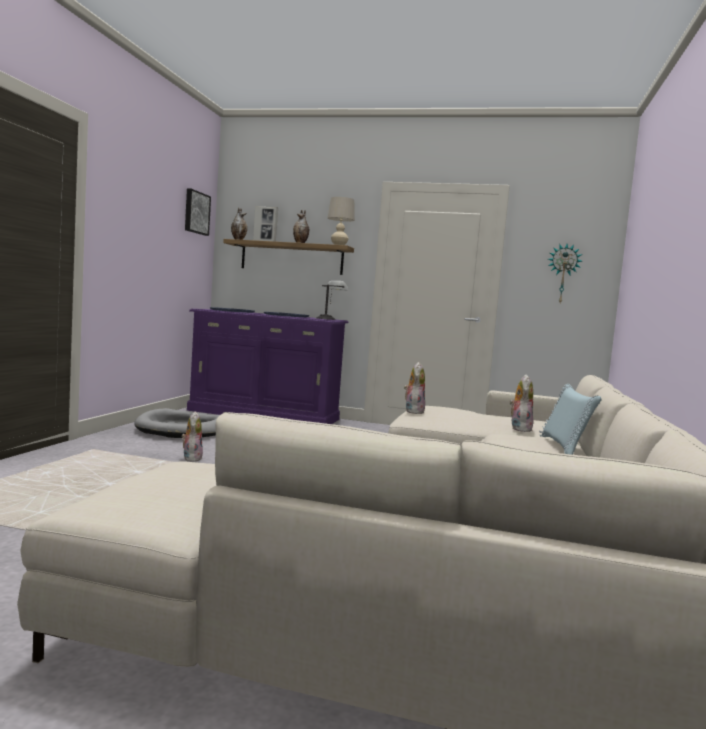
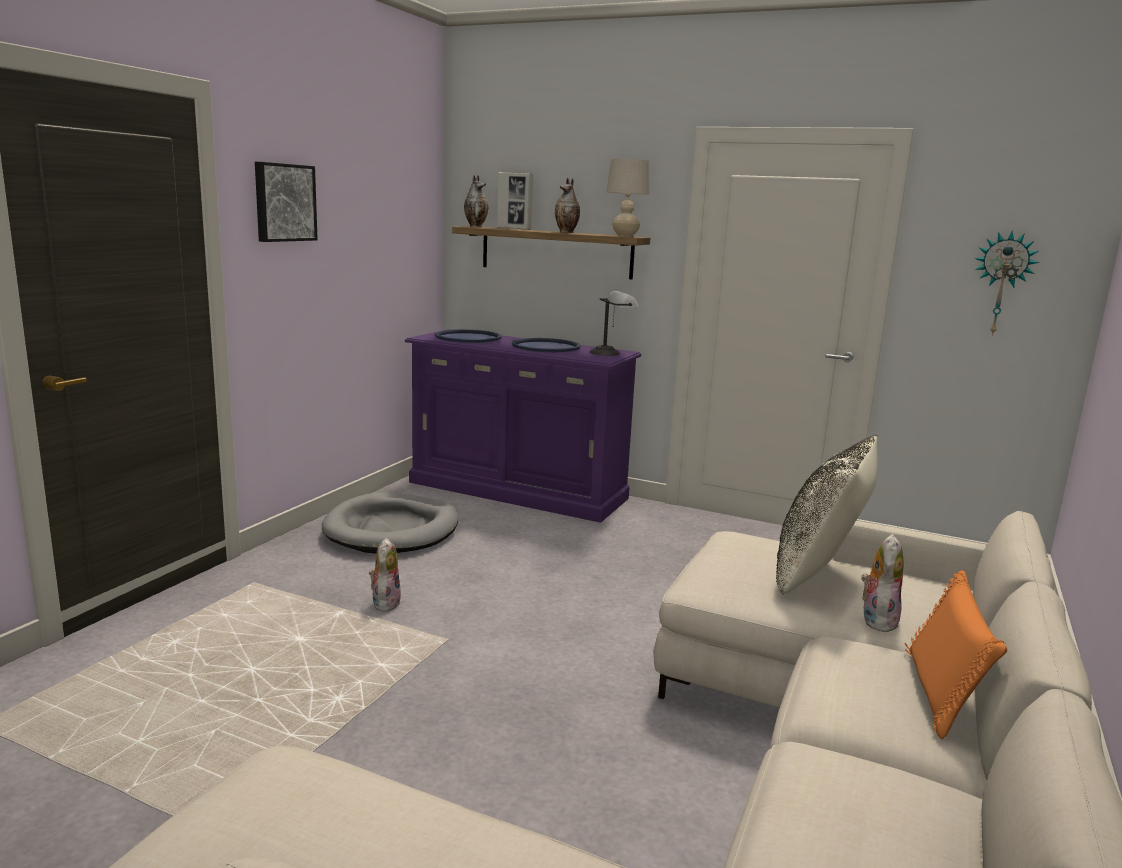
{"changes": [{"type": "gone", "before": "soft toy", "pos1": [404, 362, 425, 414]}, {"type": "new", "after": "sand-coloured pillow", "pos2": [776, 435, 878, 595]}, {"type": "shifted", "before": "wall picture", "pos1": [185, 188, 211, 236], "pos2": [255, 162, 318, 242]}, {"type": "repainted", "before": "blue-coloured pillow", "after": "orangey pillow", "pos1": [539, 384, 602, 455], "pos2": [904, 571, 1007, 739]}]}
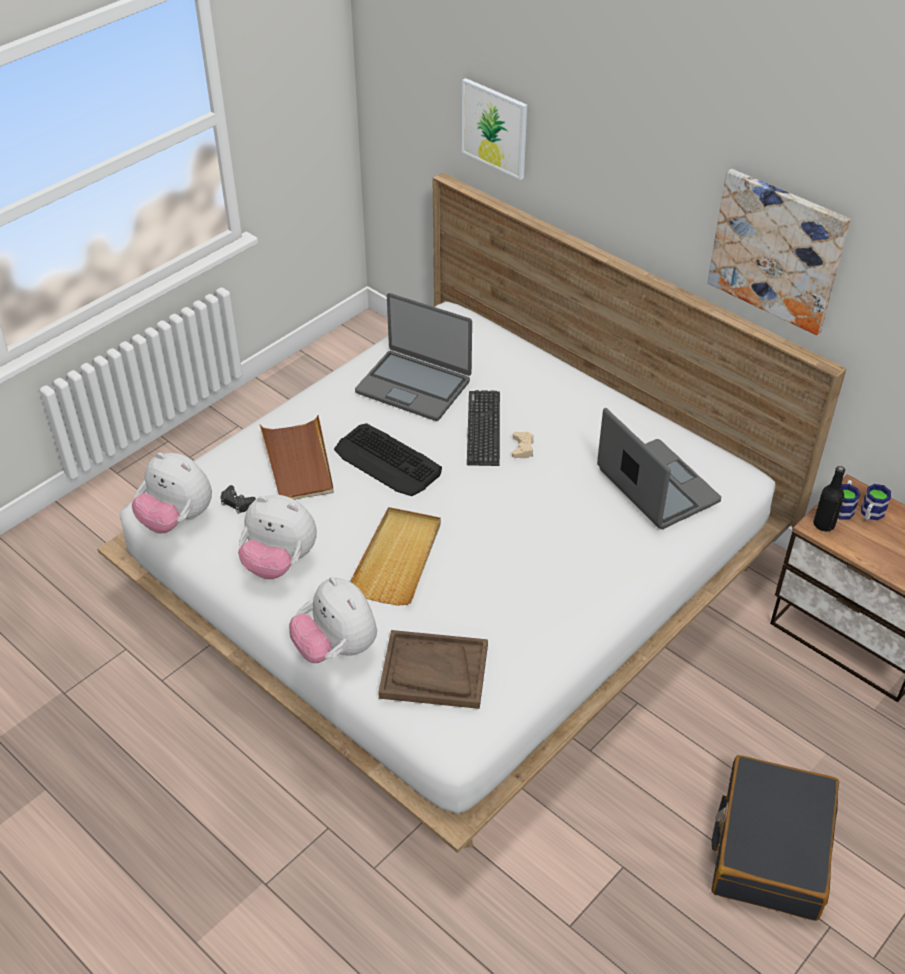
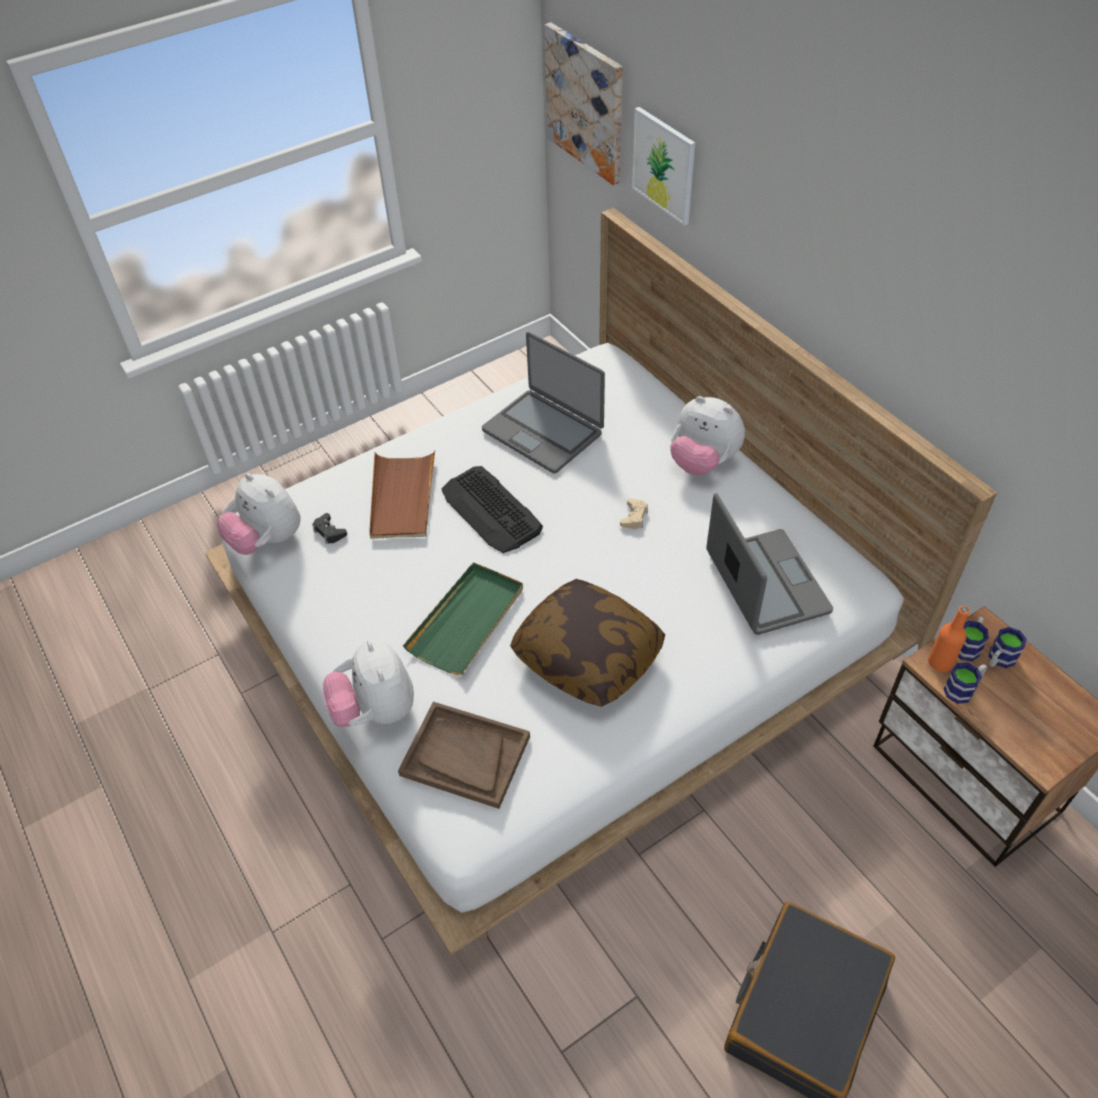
{"changes": [{"type": "gone", "before": "PC keyboard", "pos1": [467, 390, 500, 466]}, {"type": "new", "after": "pillow", "pos2": [510, 579, 665, 707]}, {"type": "new", "after": "tea mug", "pos2": [943, 662, 987, 704]}, {"type": "shifted", "before": "soft toy", "pos1": [238, 495, 317, 579], "pos2": [670, 396, 745, 475]}, {"type": "shifted", "before": "wall picture", "pos1": [707, 169, 850, 335], "pos2": [544, 22, 623, 185]}, {"type": "repainted", "before": "sand-coloured carrying tray", "after": "green-coloured carrying tray", "pos1": [350, 507, 441, 606], "pos2": [403, 562, 523, 675]}, {"type": "repainted", "before": "blackish beverage bottle", "after": "orangey beverage bottle", "pos1": [813, 466, 845, 531], "pos2": [928, 606, 970, 672]}]}
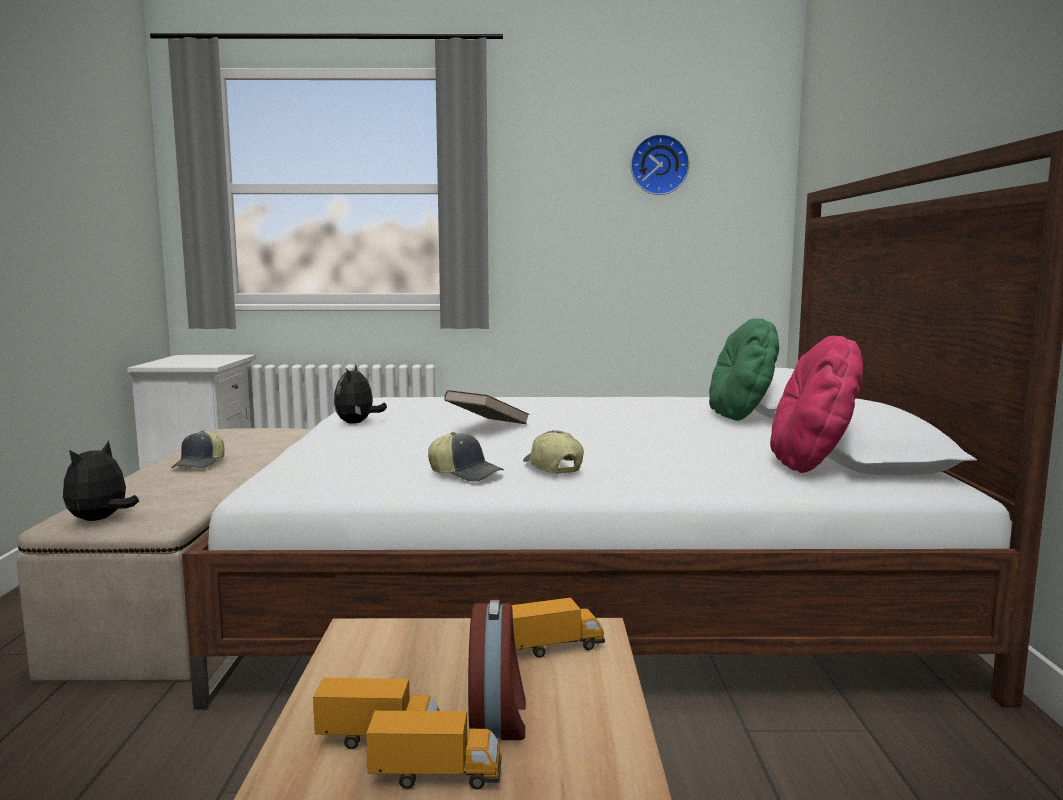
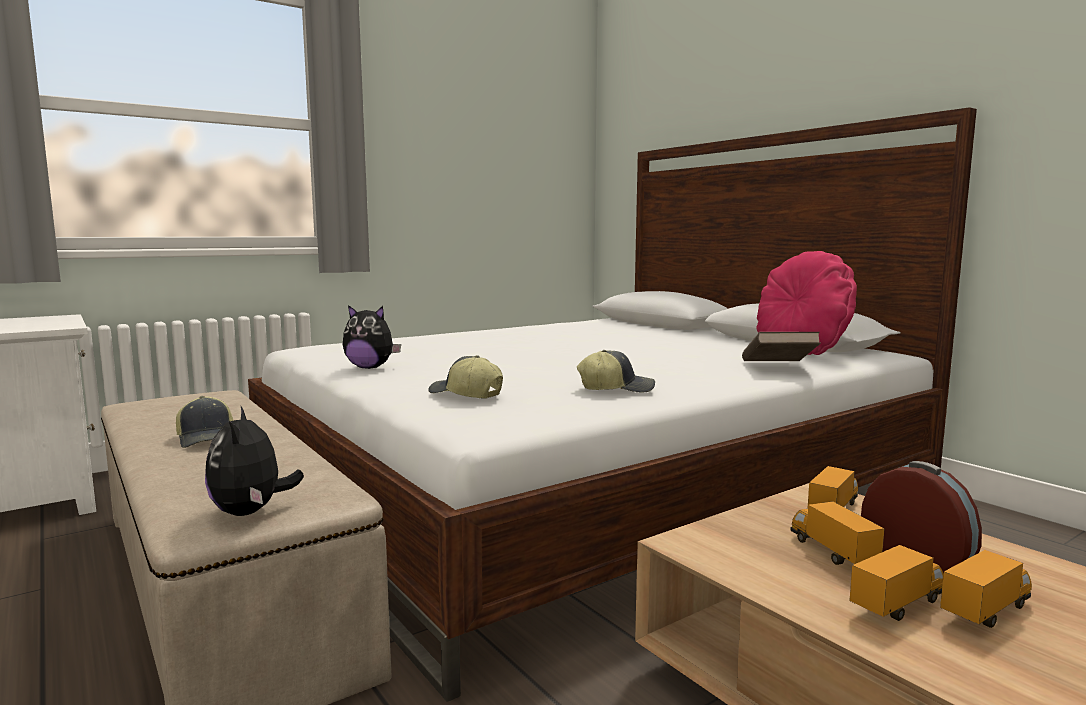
{"changes": [{"type": "gone", "before": "clock on the wall", "pos1": [631, 134, 690, 195]}, {"type": "gone", "before": "green-coloured pillow", "pos1": [709, 318, 779, 421]}, {"type": "new", "after": "toy lorry", "pos2": [791, 501, 885, 565]}, {"type": "shifted", "before": "brownish book", "pos1": [444, 390, 530, 424], "pos2": [742, 332, 821, 361]}, {"type": "shifted", "before": "cap", "pos1": [523, 430, 584, 474], "pos2": [428, 355, 503, 399]}, {"type": "rotated", "before": "soft toy", "pos1": [334, 364, 387, 423], "pos2": [343, 305, 401, 369], "turn": -45}]}
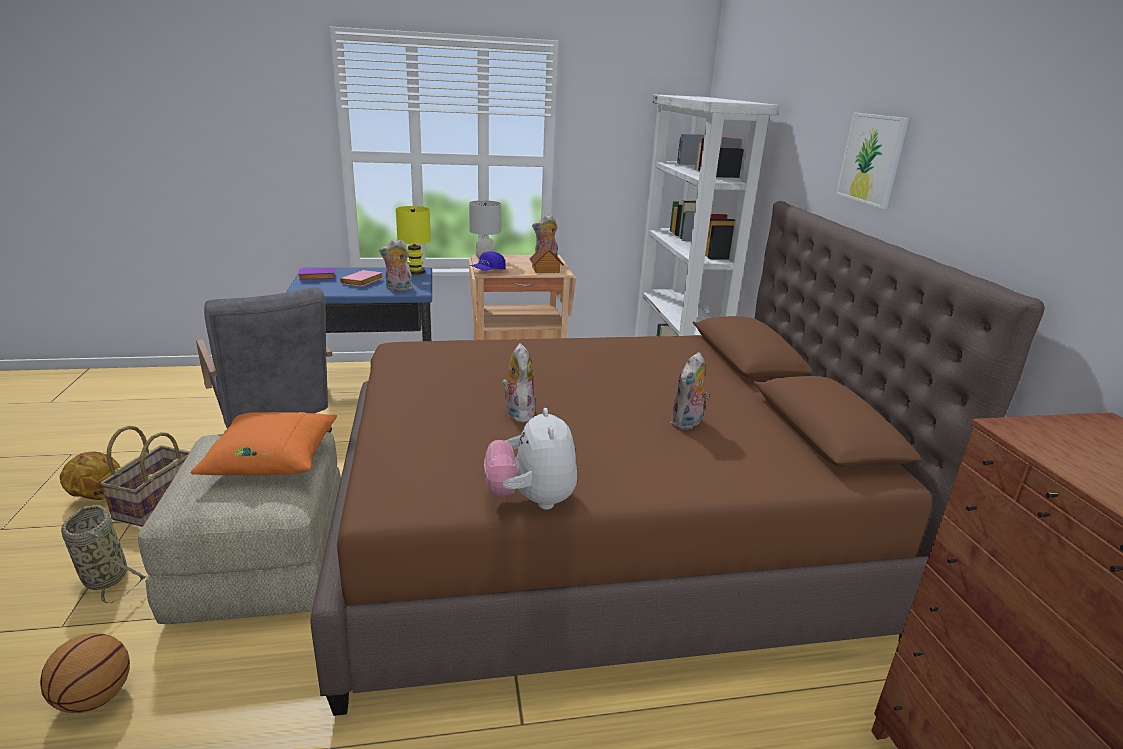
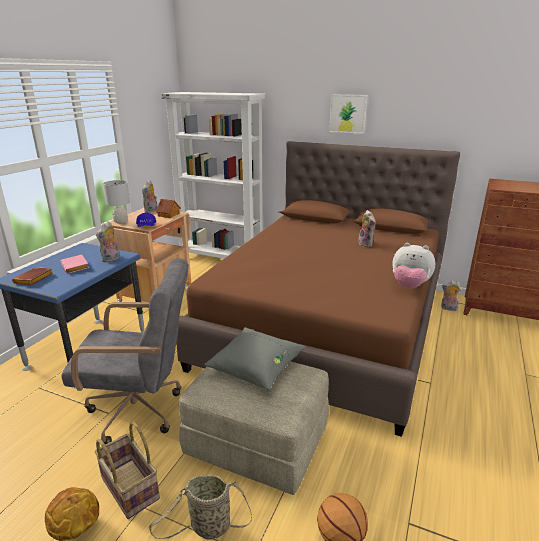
{"changes": [{"type": "gone", "before": "yellow-coloured lamp for a table", "pos1": [396, 206, 431, 275]}, {"type": "shifted", "before": "soft toy", "pos1": [502, 343, 535, 422], "pos2": [441, 281, 461, 311]}, {"type": "repainted", "before": "orangey pillow", "after": "gray pillow", "pos1": [191, 412, 337, 475], "pos2": [204, 327, 305, 391]}, {"type": "repainted", "before": "purple book", "after": "brownish book", "pos1": [298, 268, 335, 280], "pos2": [12, 267, 53, 285]}]}
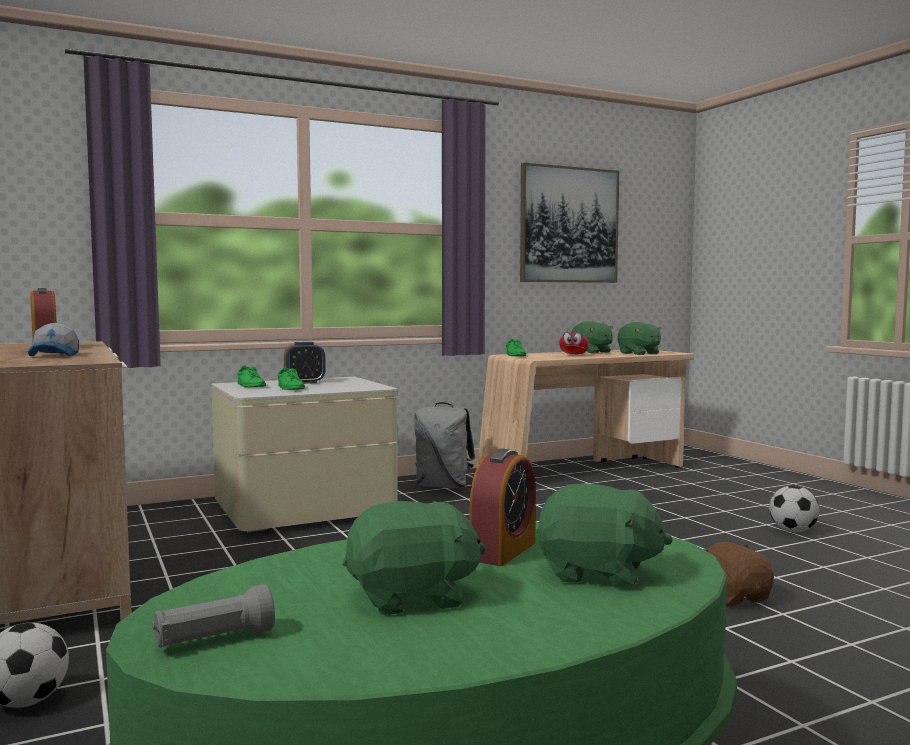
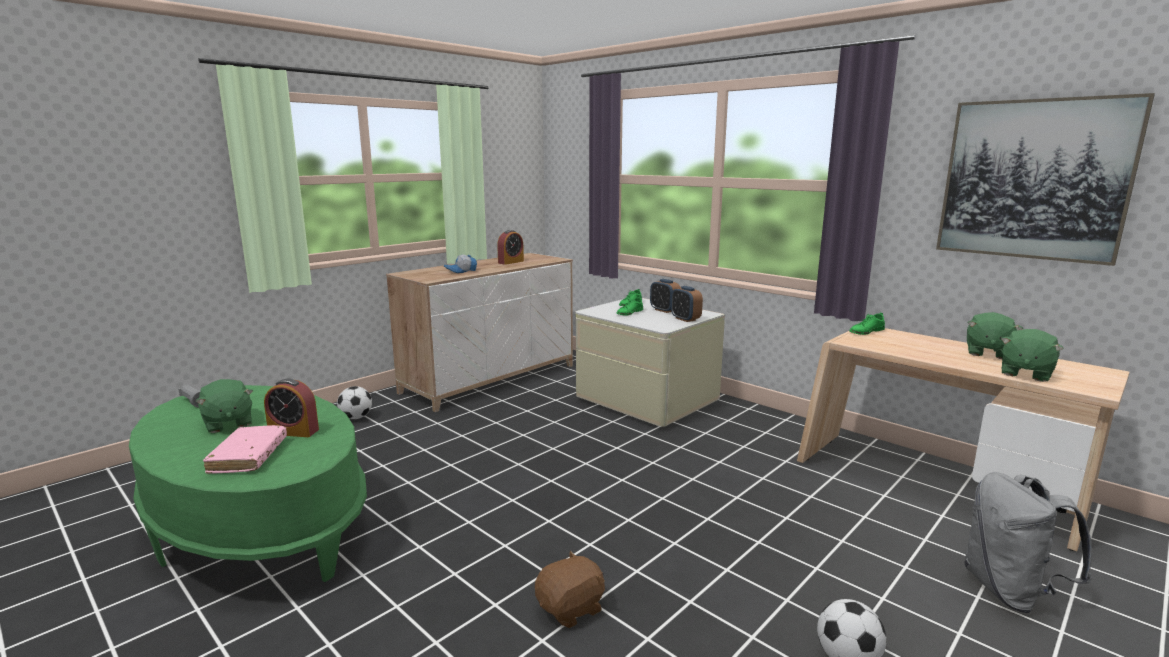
{"changes": [{"type": "gone", "before": "red cap", "pos1": [559, 331, 588, 354]}, {"type": "new", "after": "table clock", "pos2": [671, 286, 703, 322]}, {"type": "shifted", "before": "gray rucksack", "pos1": [414, 402, 475, 488], "pos2": [964, 472, 1092, 613]}, {"type": "swapped", "before": "green-coloured soft toy", "after": "pink-coloured book", "pos1": [536, 484, 673, 588], "pos2": [203, 425, 287, 474]}]}
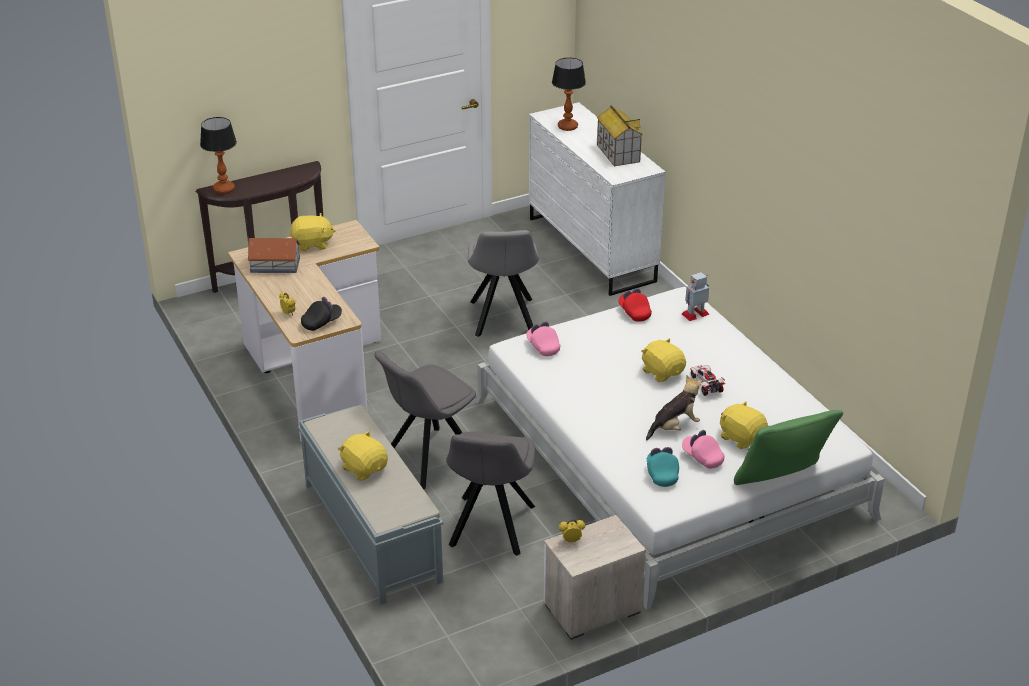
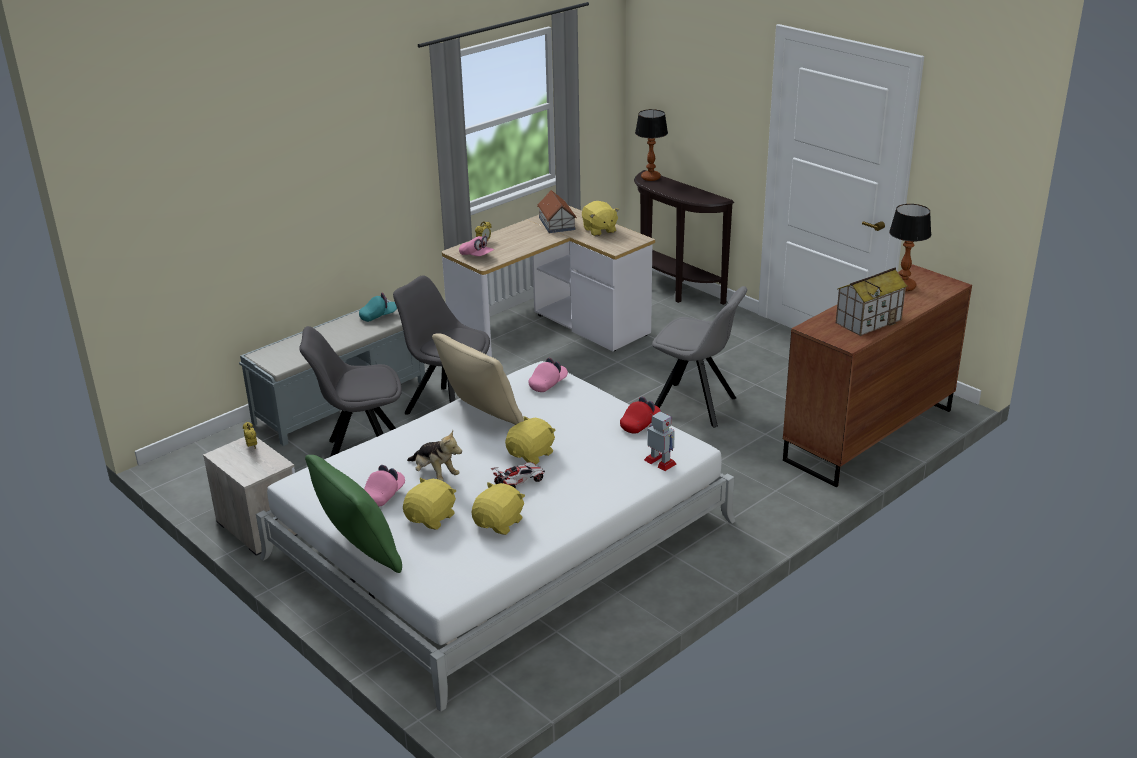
{"changes": [{"type": "new", "after": "sand-coloured pillow", "pos2": [432, 333, 523, 425]}, {"type": "shifted", "before": "yellow-coloured soft toy", "pos1": [338, 431, 388, 481], "pos2": [472, 482, 525, 535]}, {"type": "shifted", "before": "turquoise-coloured cap", "pos1": [647, 447, 679, 487], "pos2": [359, 292, 397, 322]}, {"type": "repainted", "before": "blackish cap", "after": "pink-coloured cap", "pos1": [301, 297, 342, 331], "pos2": [459, 236, 494, 256]}, {"type": "repainted", "before": "white dresser", "after": "brownish dresser", "pos1": [529, 102, 666, 296], "pos2": [783, 264, 972, 487]}, {"type": "rotated", "before": "gray plain chair", "pos1": [467, 230, 539, 337], "pos2": [652, 286, 747, 428], "turn": -135}]}
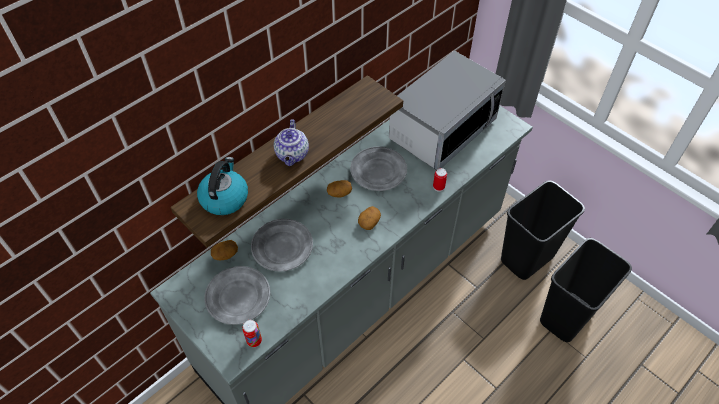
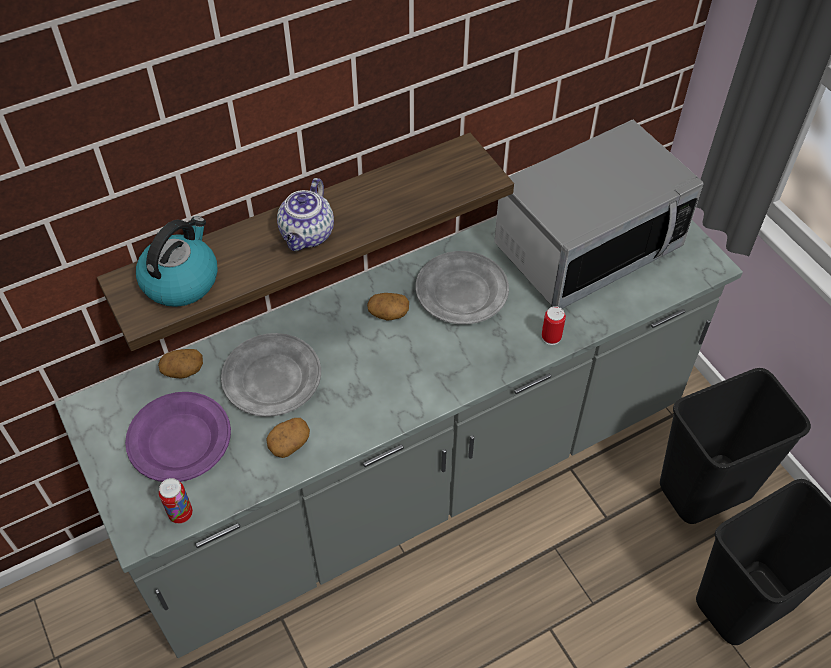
{"changes": [{"type": "shifted", "before": "whole potato", "pos1": [358, 206, 381, 230], "pos2": [267, 418, 310, 458]}, {"type": "repainted", "before": "gray plate", "after": "purple plate", "pos1": [205, 266, 270, 325], "pos2": [125, 392, 231, 482]}]}
